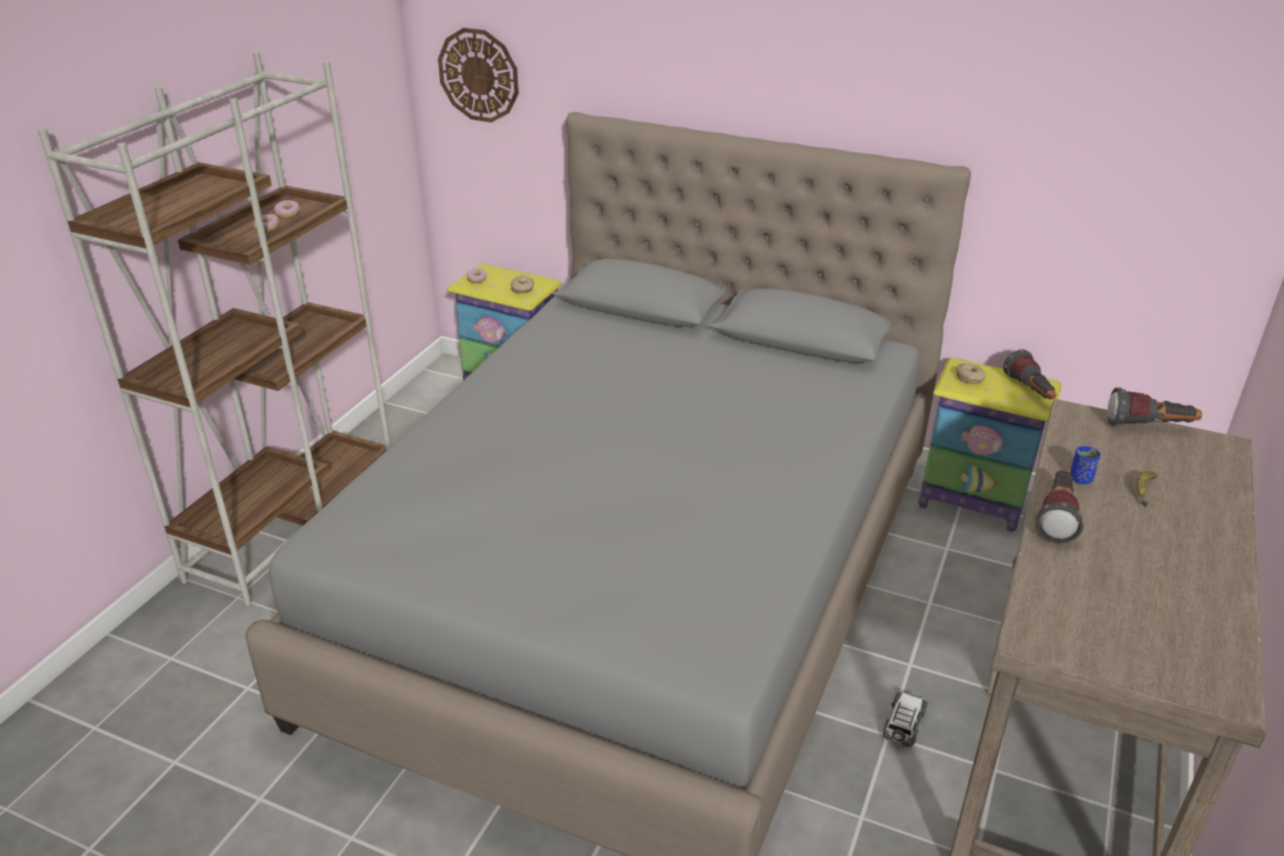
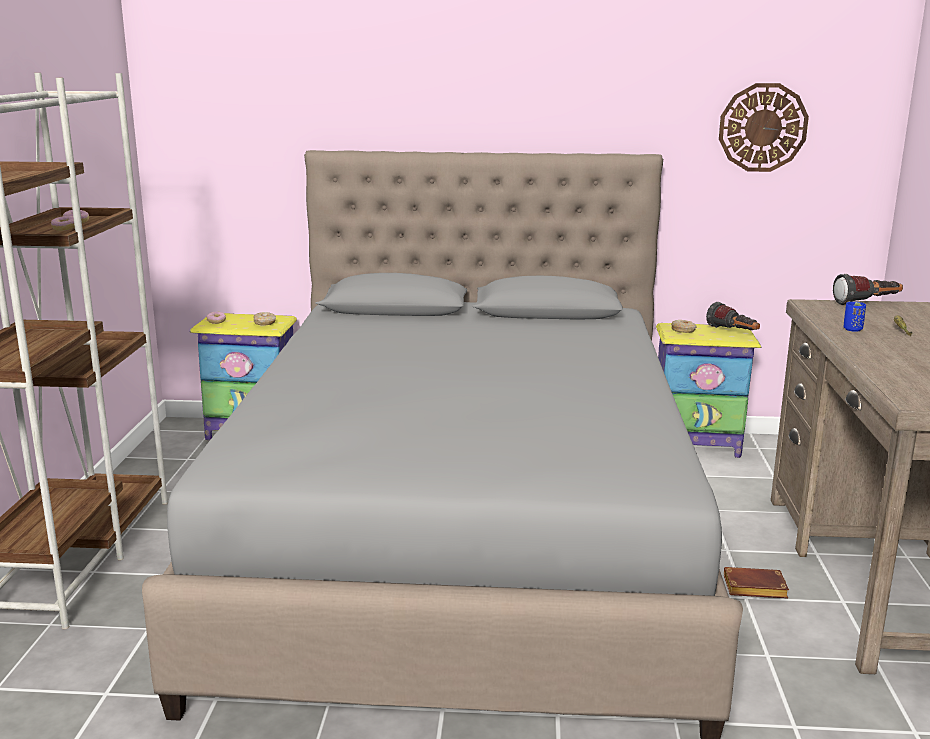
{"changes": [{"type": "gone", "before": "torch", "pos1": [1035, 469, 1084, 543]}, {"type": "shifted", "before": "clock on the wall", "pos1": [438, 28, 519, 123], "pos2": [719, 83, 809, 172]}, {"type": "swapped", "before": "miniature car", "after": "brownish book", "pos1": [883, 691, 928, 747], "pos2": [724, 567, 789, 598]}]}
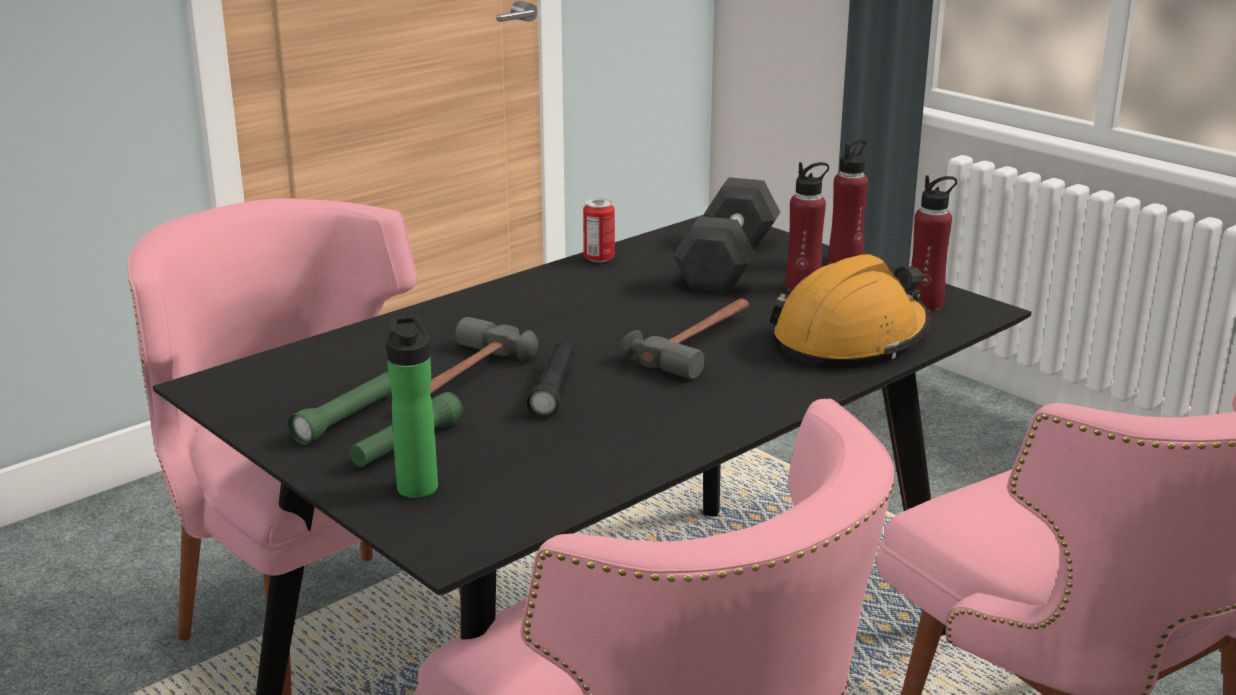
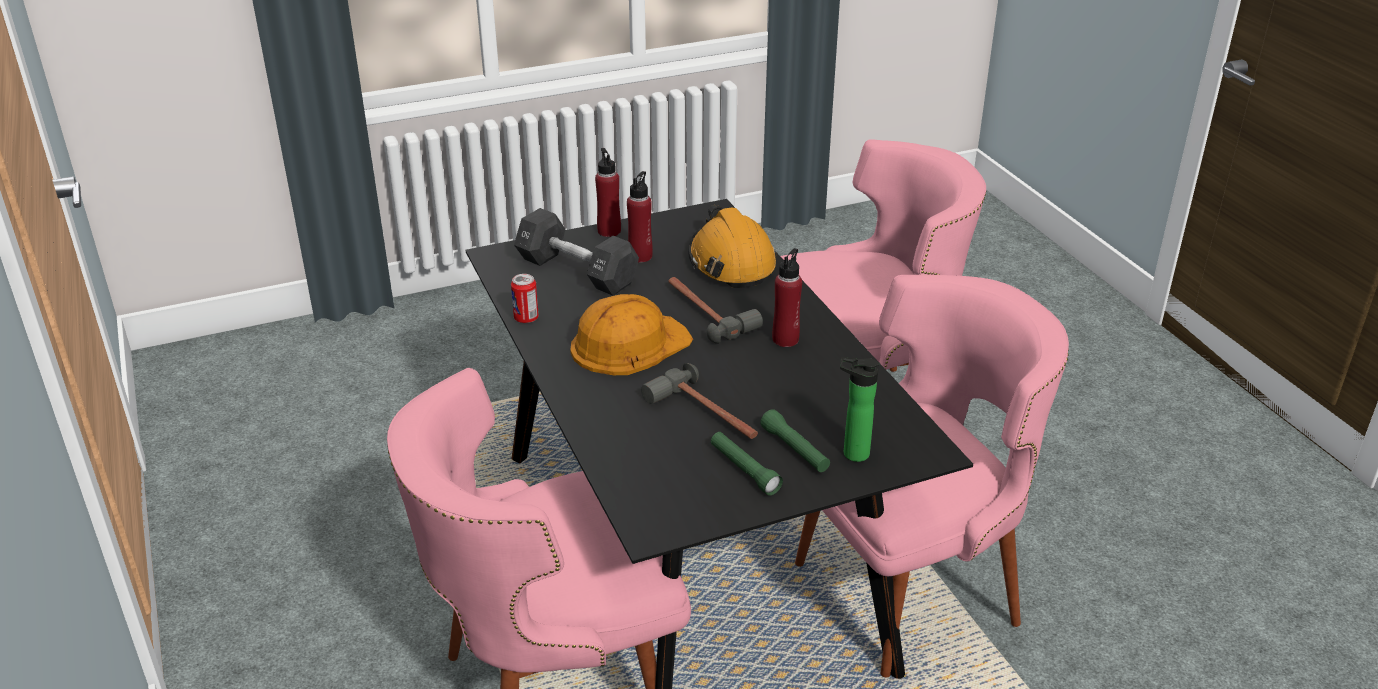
{"changes": [{"type": "gone", "before": "blackish torch", "pos1": [527, 343, 574, 418]}, {"type": "new", "after": "orangey safety helmet", "pos2": [570, 294, 693, 375]}, {"type": "shifted", "before": "red beverage bottle", "pos1": [909, 176, 957, 311], "pos2": [772, 248, 802, 347]}]}
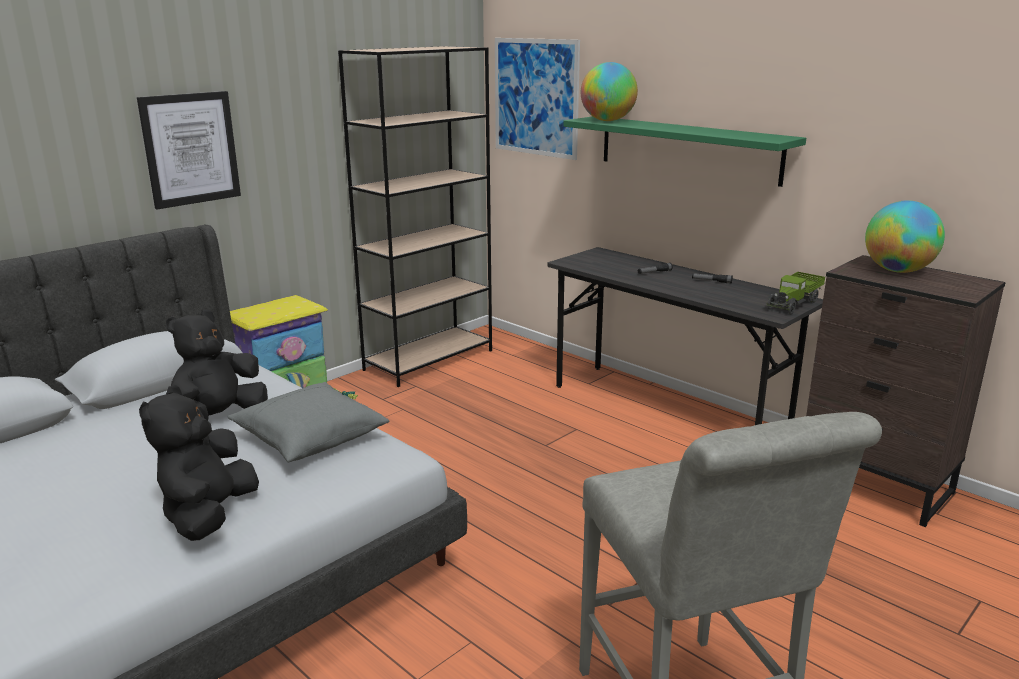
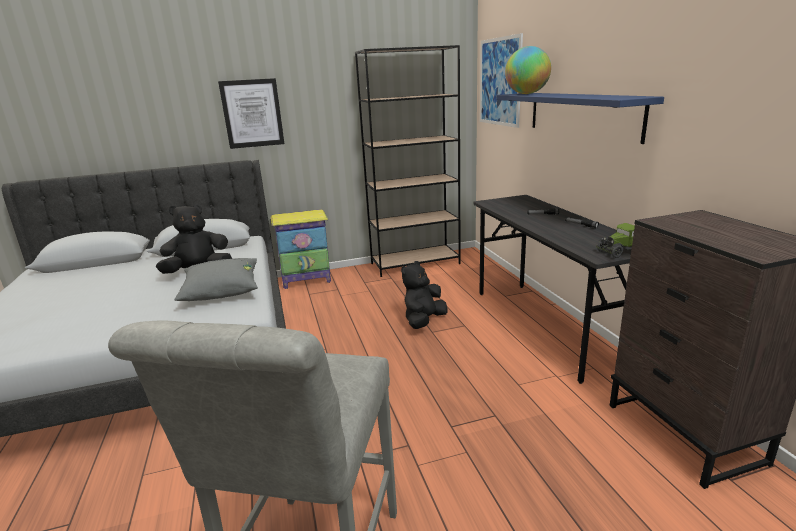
{"changes": [{"type": "gone", "before": "world globe", "pos1": [865, 201, 945, 273]}, {"type": "shifted", "before": "blackish soft toy", "pos1": [139, 385, 259, 541], "pos2": [401, 261, 448, 329]}, {"type": "repainted", "before": "green-coloured wall shelf", "after": "blue-coloured wall shelf", "pos1": [563, 116, 806, 187], "pos2": [496, 93, 664, 144]}]}
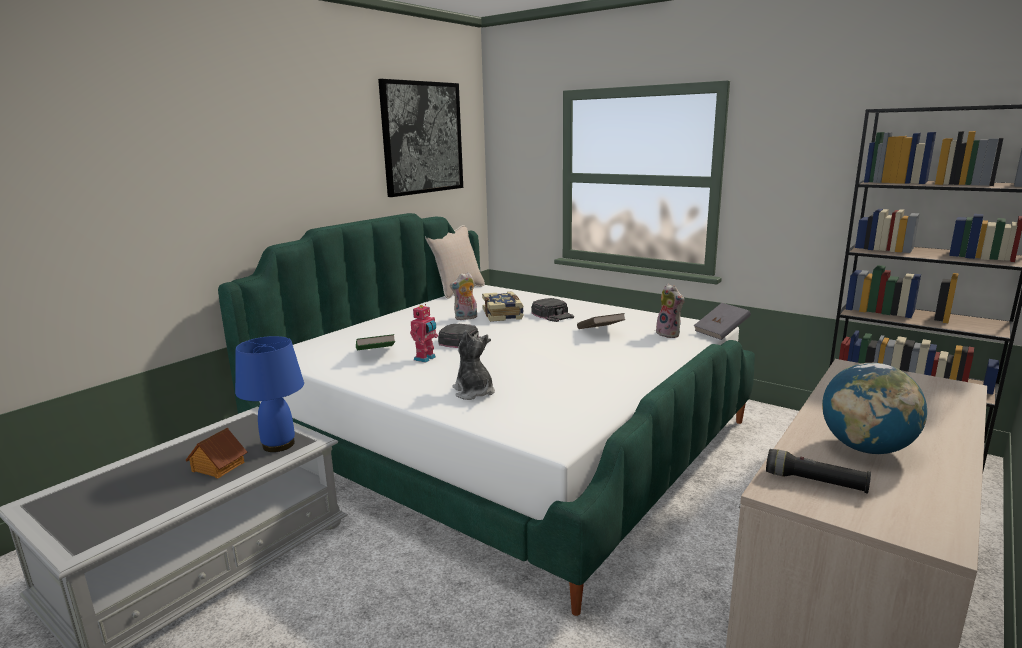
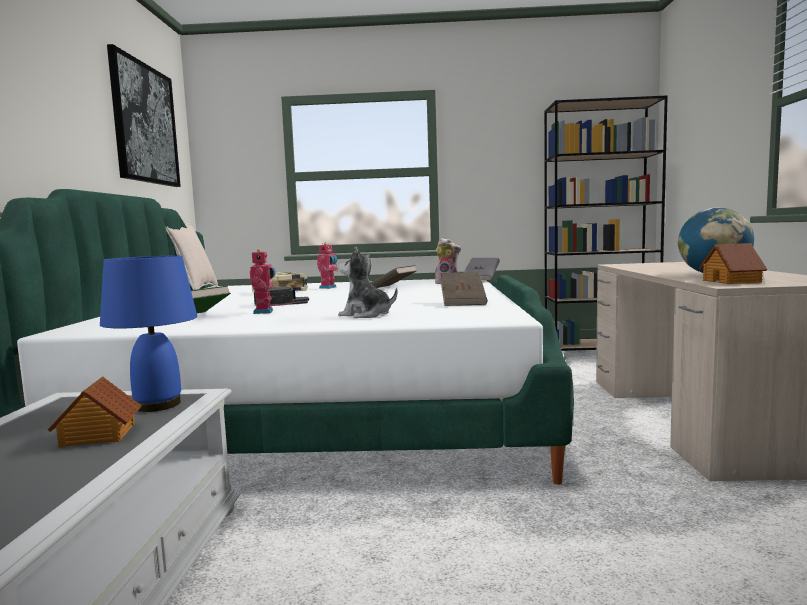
{"changes": [{"type": "gone", "before": "soft toy", "pos1": [450, 273, 477, 320]}, {"type": "new", "after": "brownish book", "pos2": [440, 272, 487, 306]}, {"type": "swapped", "before": "blackish cap", "after": "robot figure", "pos1": [531, 298, 574, 322], "pos2": [317, 242, 338, 289]}, {"type": "swapped", "before": "blackish torch", "after": "model house", "pos1": [766, 449, 871, 494], "pos2": [699, 243, 767, 284]}]}
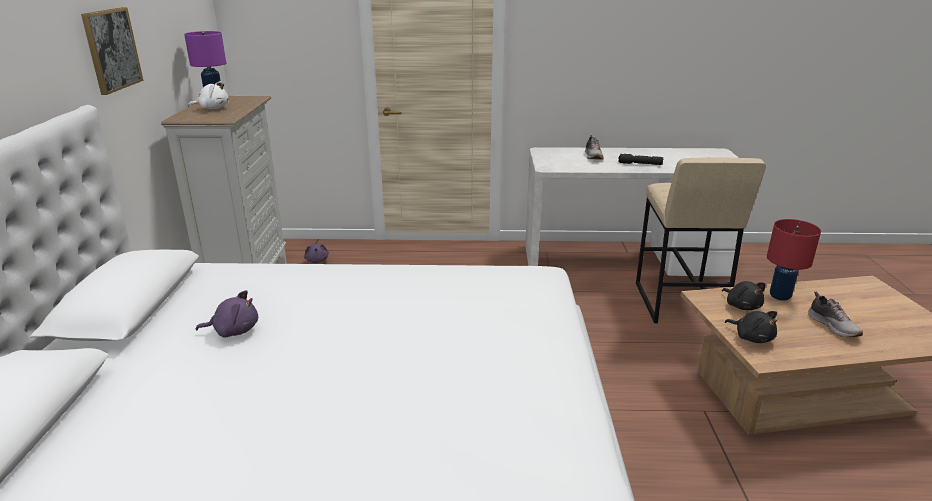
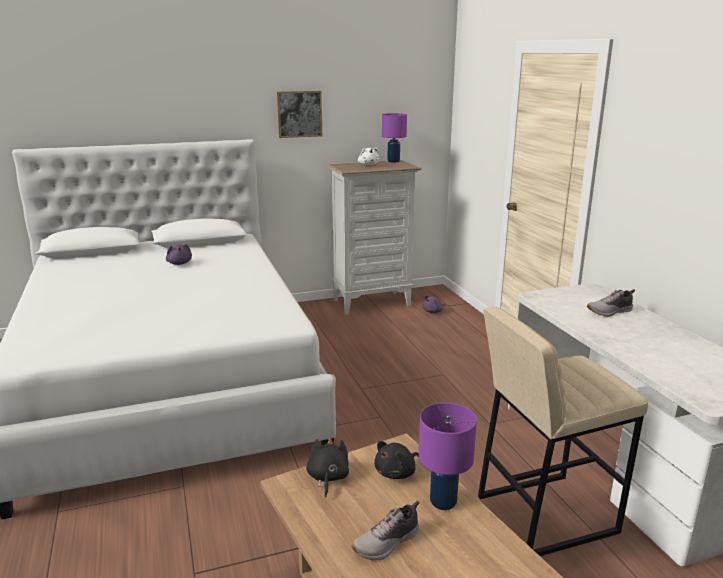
{"changes": [{"type": "gone", "before": "blackish torch", "pos1": [618, 154, 663, 165]}, {"type": "repainted", "before": "red lamp for a table", "after": "purple lamp for a table", "pos1": [767, 219, 821, 301], "pos2": [419, 403, 477, 510]}, {"type": "rotated", "before": "blackish soft toy", "pos1": [725, 311, 777, 343], "pos2": [306, 436, 349, 497], "turn": 150}]}
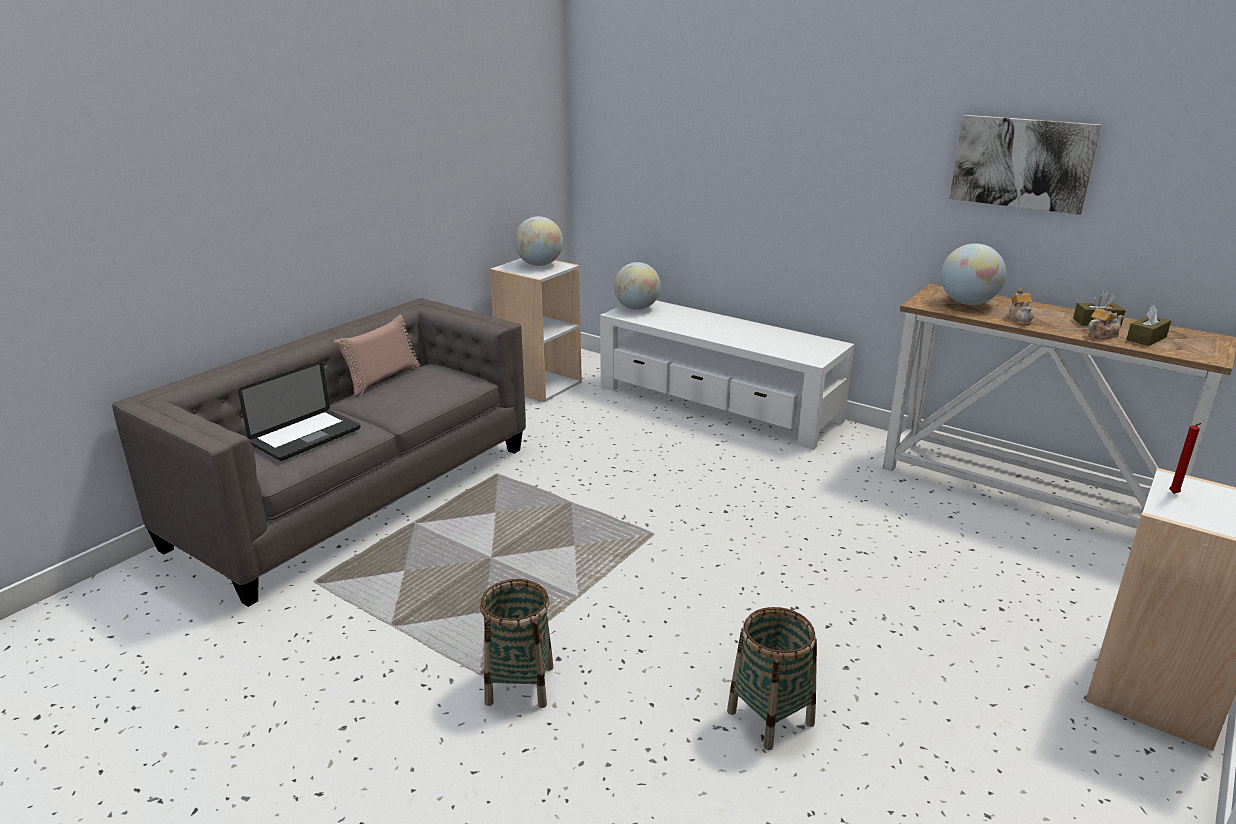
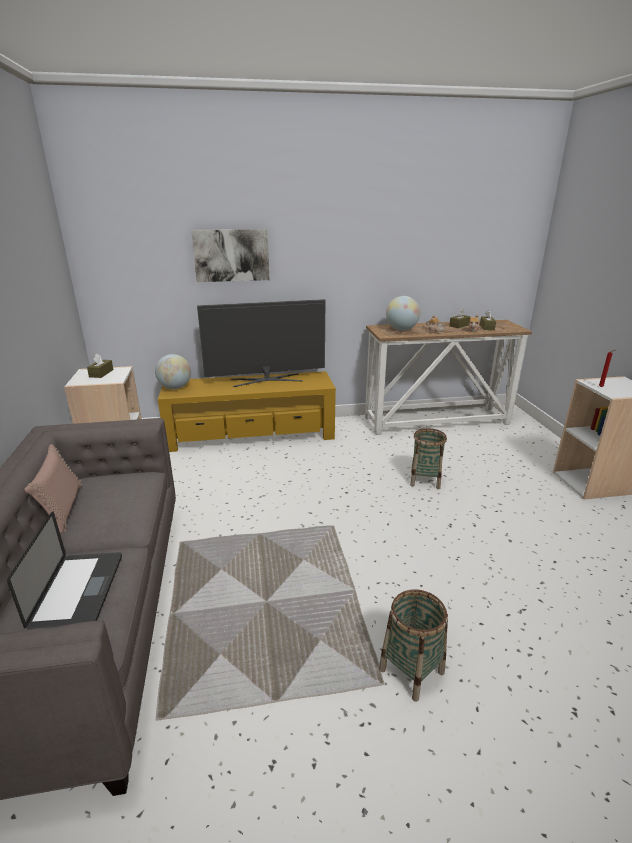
{"changes": [{"type": "new", "after": "TV", "pos2": [197, 299, 325, 387]}, {"type": "shifted", "before": "storage basket", "pos1": [727, 607, 817, 750], "pos2": [410, 428, 447, 489]}, {"type": "shifted", "before": "wall picture", "pos1": [949, 115, 1102, 215], "pos2": [191, 229, 269, 282]}, {"type": "swapped", "before": "world globe", "after": "brownish tissue holder", "pos1": [514, 216, 563, 266], "pos2": [87, 354, 113, 378]}, {"type": "repainted", "before": "white media console", "after": "yellow-coloured media console", "pos1": [600, 300, 854, 450], "pos2": [158, 371, 336, 452]}]}
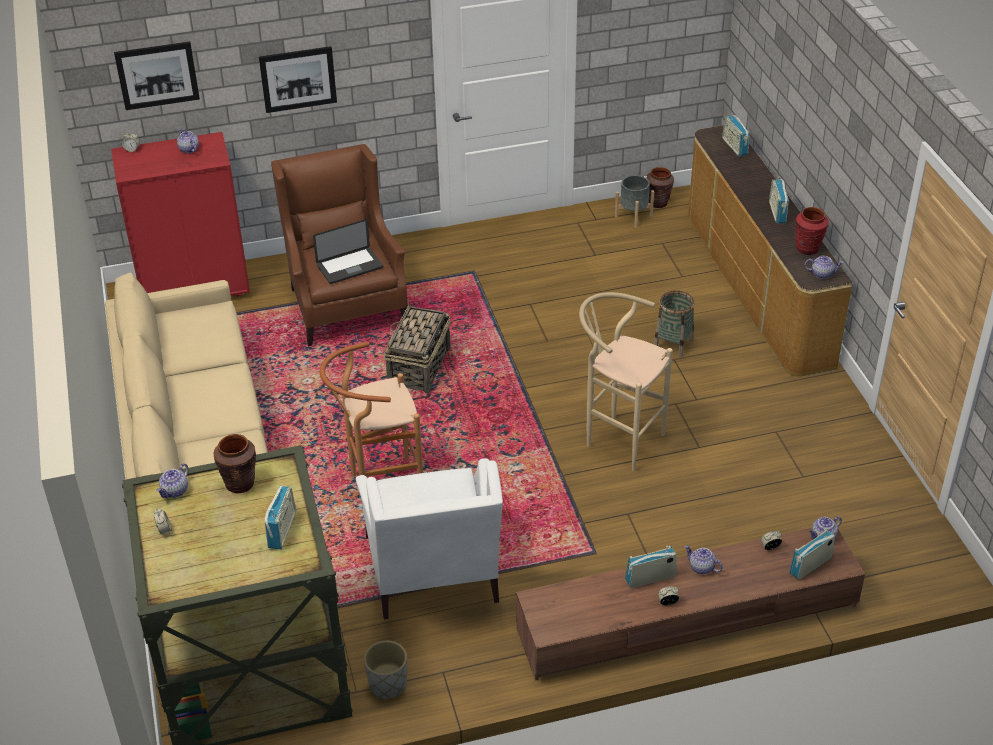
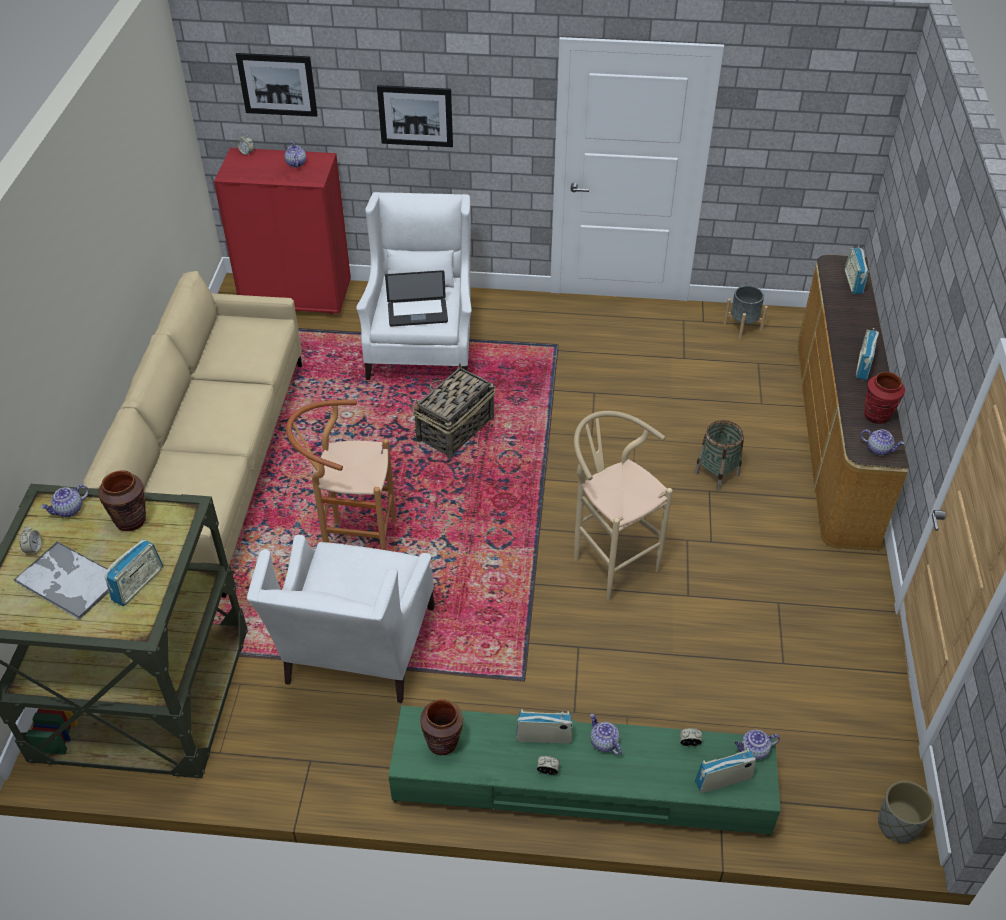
{"changes": [{"type": "new", "after": "carrying tray", "pos2": [14, 541, 109, 620]}, {"type": "shifted", "before": "gray flower pot", "pos1": [364, 641, 407, 699], "pos2": [878, 781, 934, 843]}, {"type": "shifted", "before": "brownish flower vase", "pos1": [647, 167, 674, 208], "pos2": [420, 699, 463, 755]}, {"type": "repainted", "before": "brownish lounge chair", "after": "white lounge chair", "pos1": [271, 144, 408, 346], "pos2": [356, 192, 472, 380]}, {"type": "repainted", "before": "brownish media console", "after": "green-coloured media console", "pos1": [516, 528, 865, 680], "pos2": [388, 706, 781, 836]}]}
